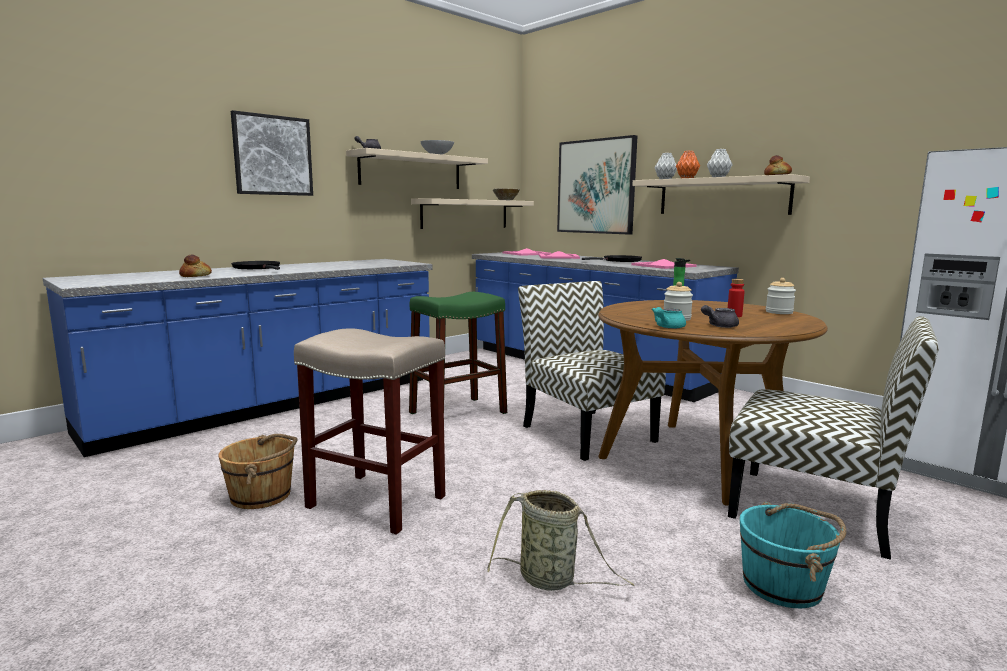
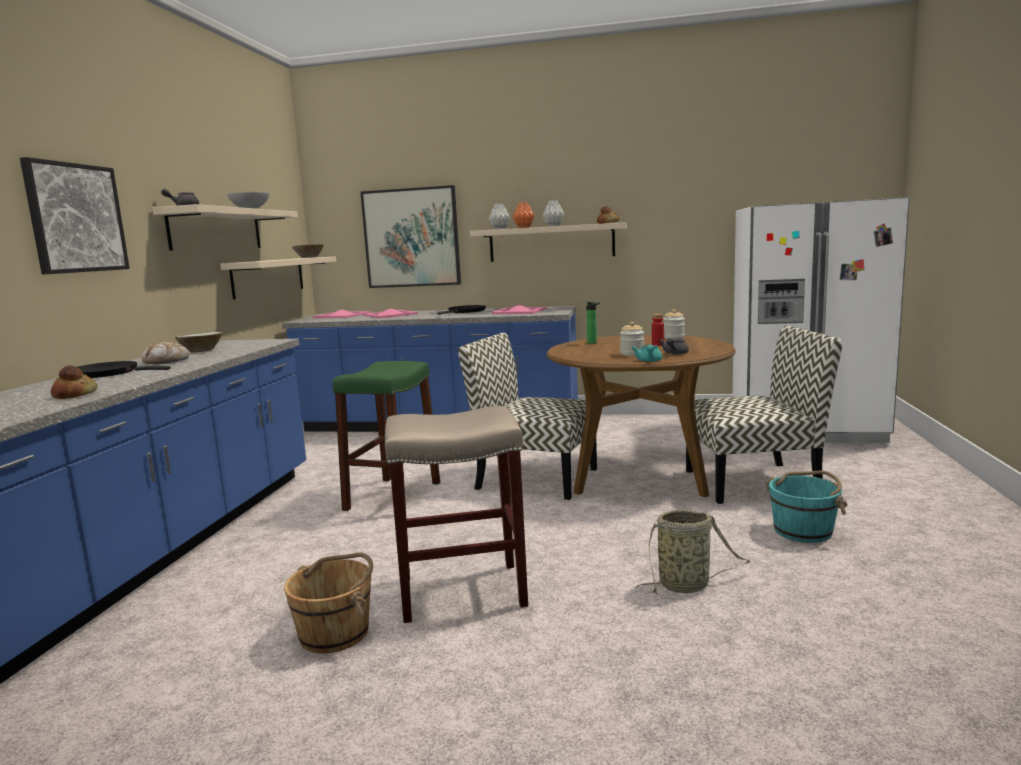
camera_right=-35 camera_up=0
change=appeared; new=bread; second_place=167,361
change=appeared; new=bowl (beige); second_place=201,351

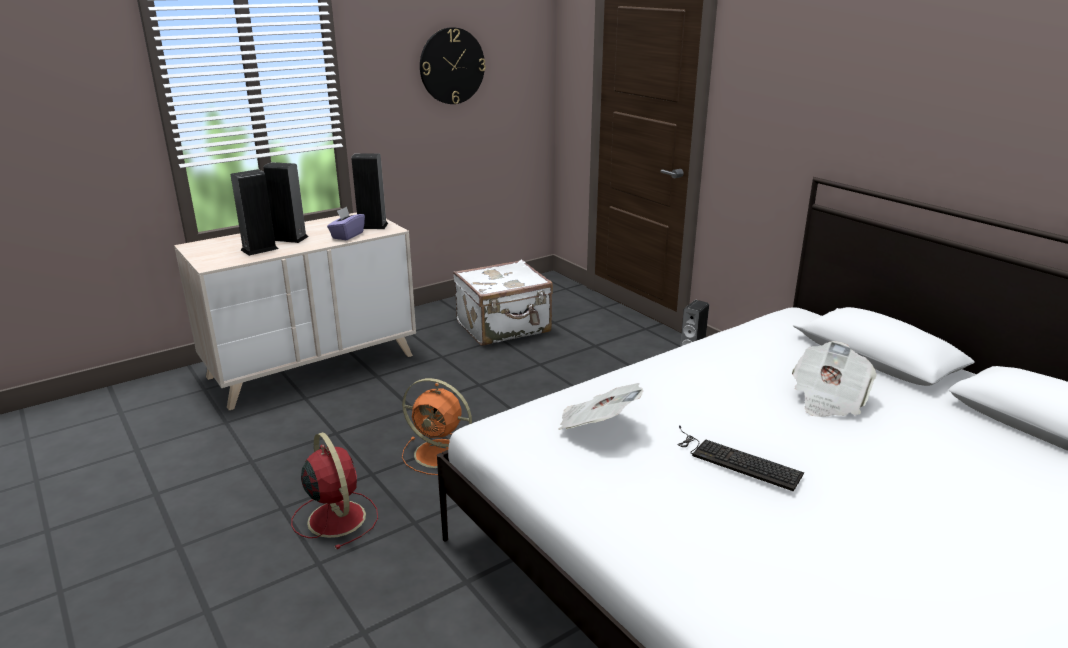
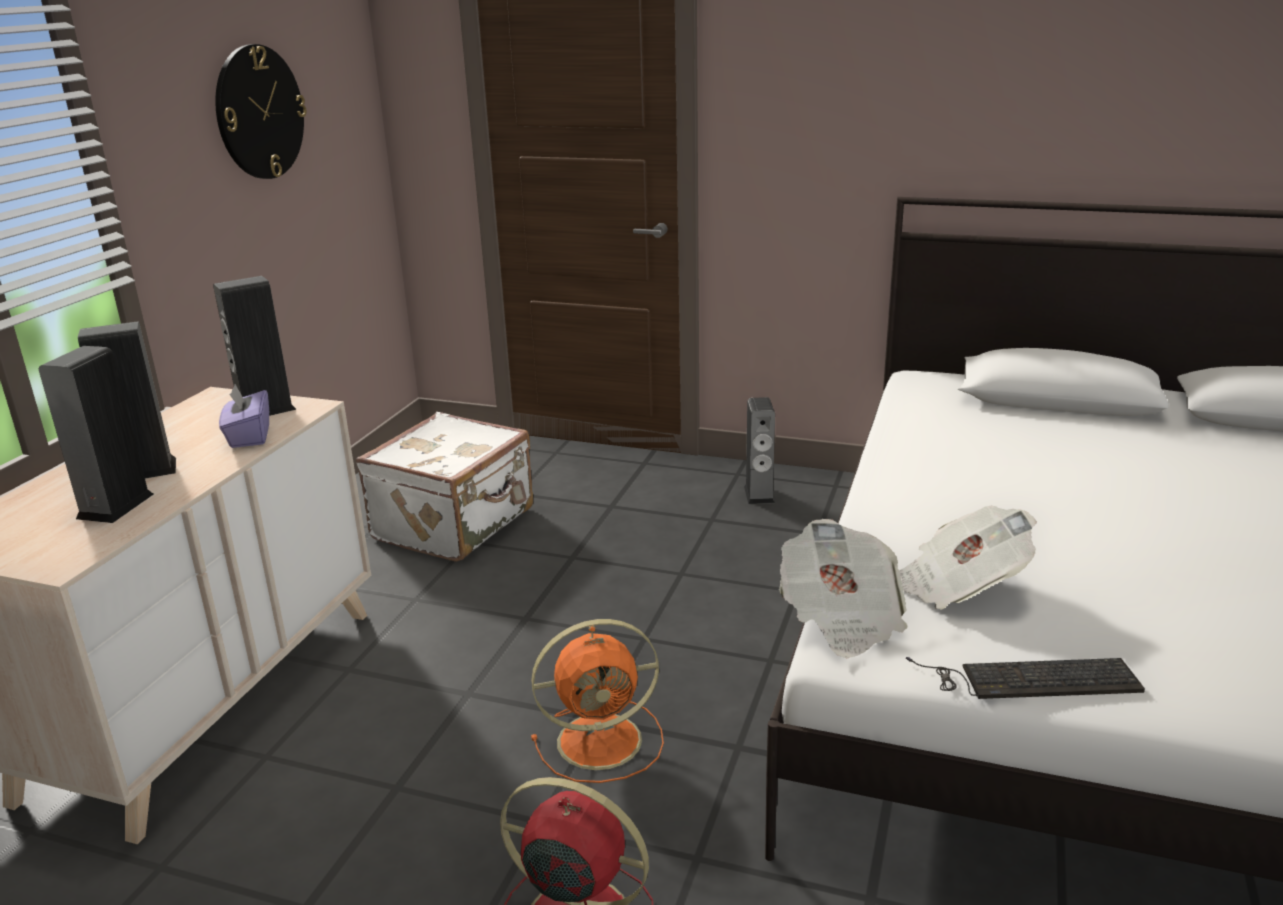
camera_right=-35 camera_up=0
change=relocated; old=newspaper; first_place=828,399; second_place=841,618
change=relocated; old=keyboard; first_place=734,459; second_place=1028,678

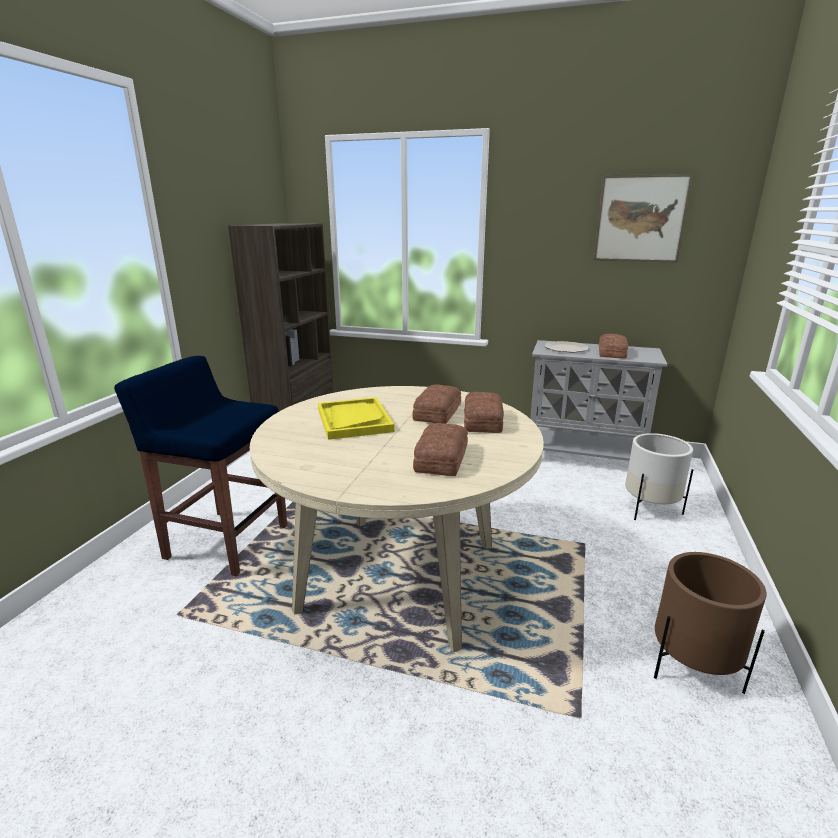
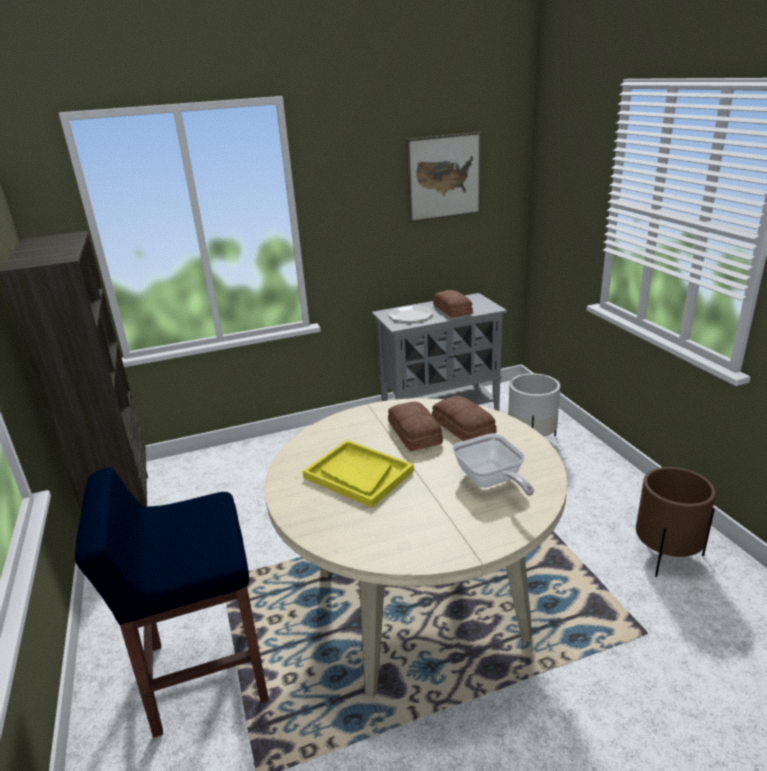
camera_right=-35 camera_up=5
change=exchanged; old=bread; new=frying pan; first_place=440,458; second_place=491,481

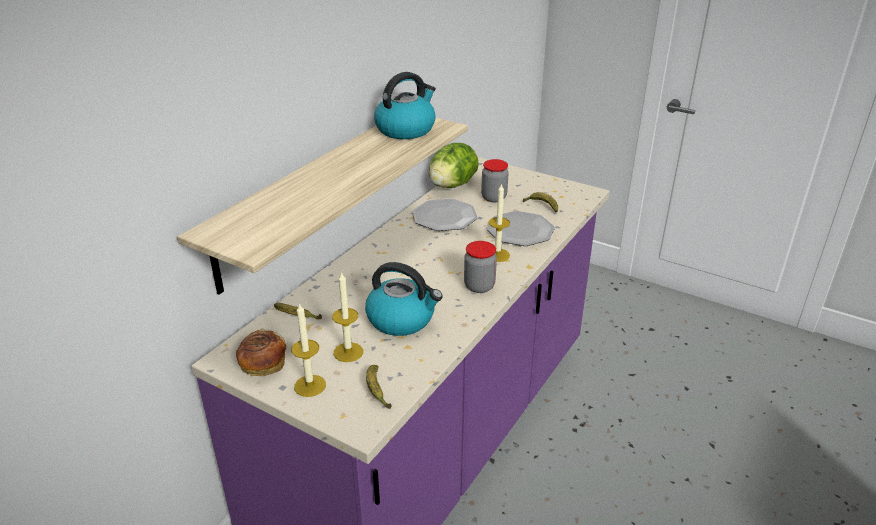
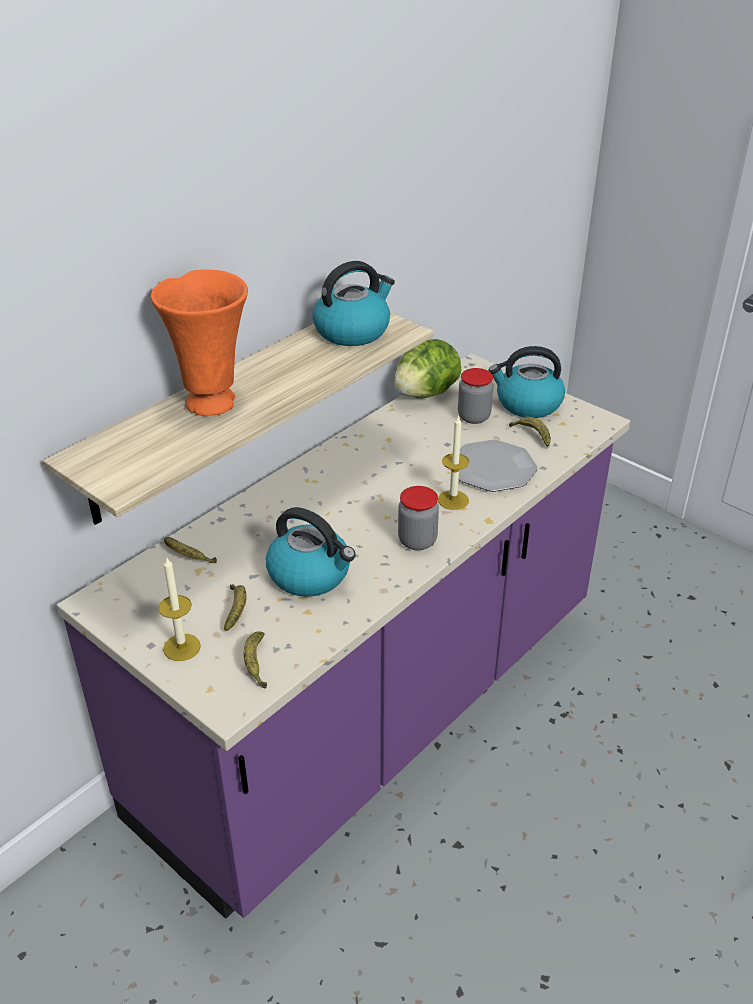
camera_right=10 camera_up=5
change=appeared; new=vase (orange); second_place=212,401
change=exchanged; old=candle; new=banana; first_place=348,352; second_place=236,610
change=appeared; new=kettle; second_place=527,404
change=missing; old=bread; first_place=263,364
change=missing; old=plate; first_place=444,217

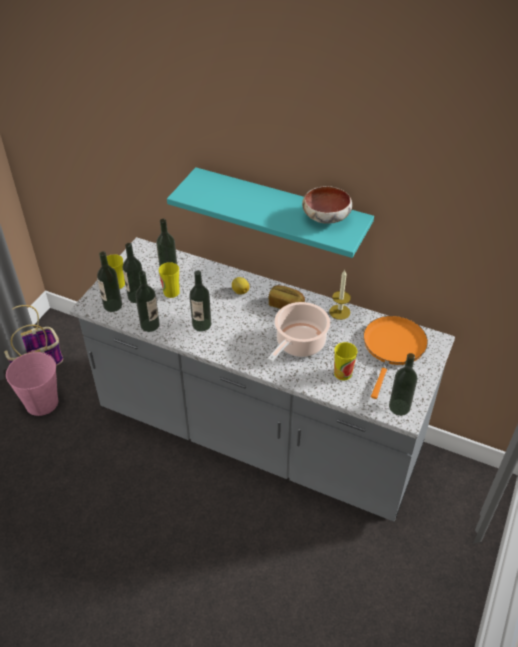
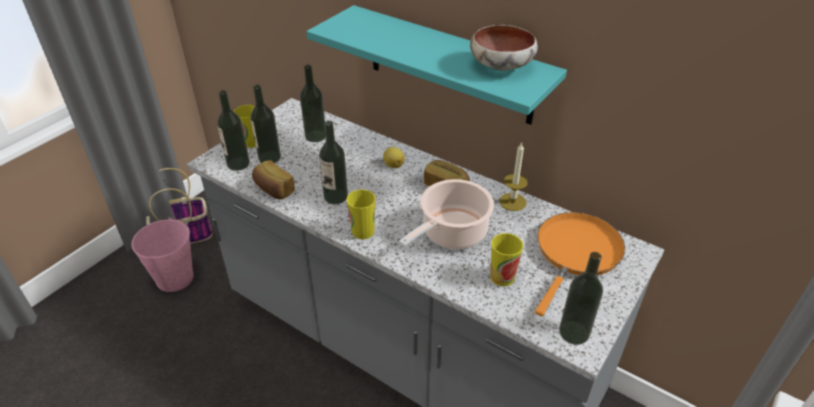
camera_right=10 camera_up=-5
change=exchanged; old=bottle; new=bread; first_place=150,325; second_place=273,189
change=relocated; old=cup; first_place=171,292; second_place=363,231

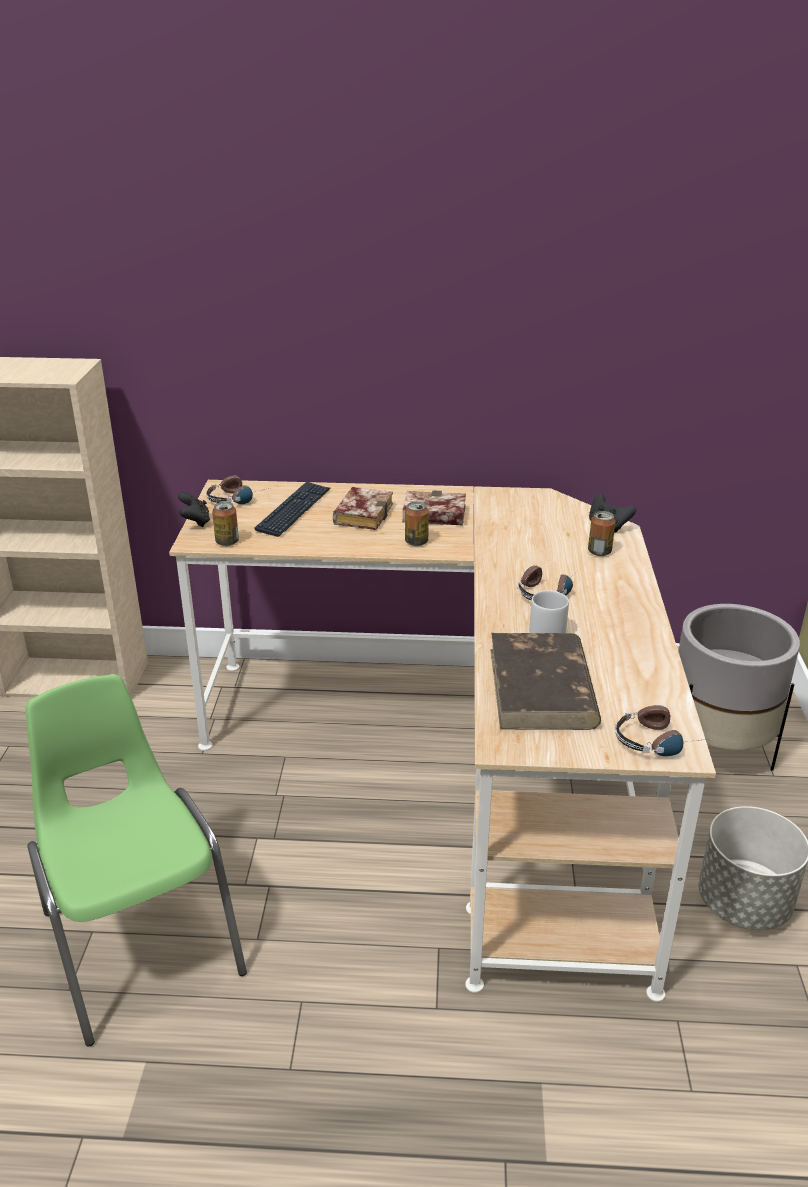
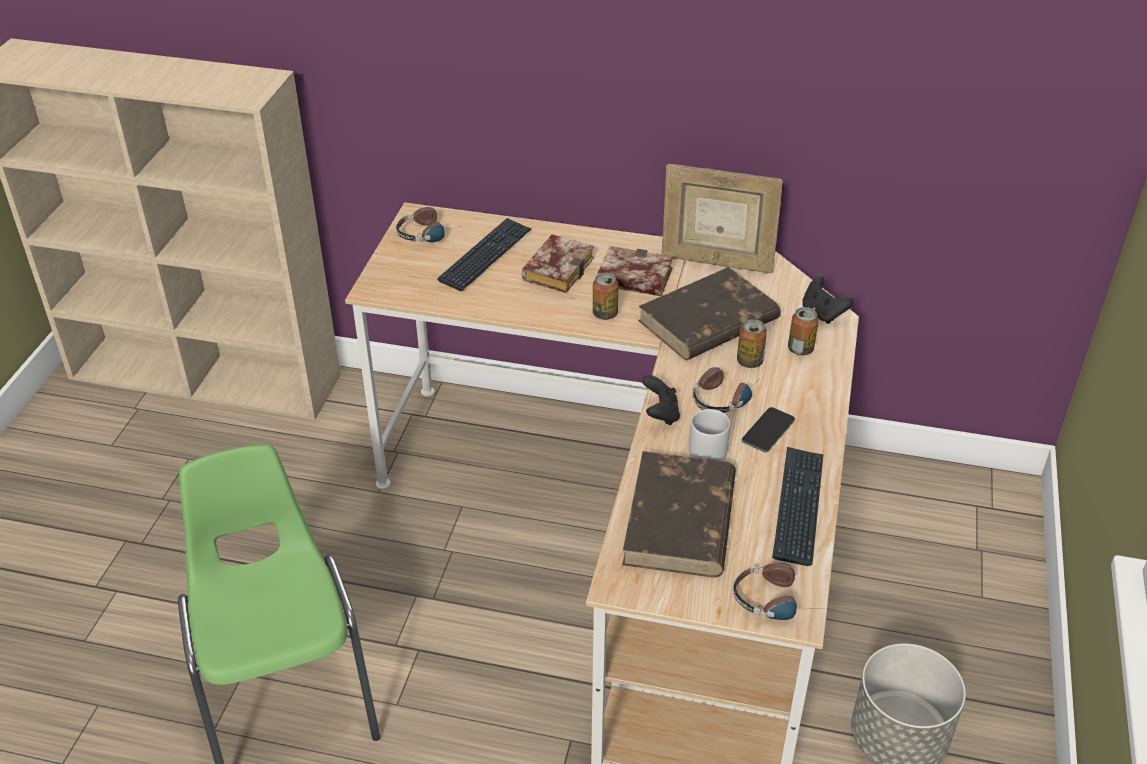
camera_right=10 camera_up=10
change=appeared; new=book (brown); second_place=707,321
change=relocated; old=game controller (black); first_place=195,522; second_place=660,414
change=appeared; new=picture frame; second_place=716,262
change=relocated; old=can; first_place=227,542; second_place=749,361
change=appeared; new=phone; second_place=768,430
change=appeared; new=keyboard; second_place=798,506
change=missing; old=planter (grey); first_place=716,752

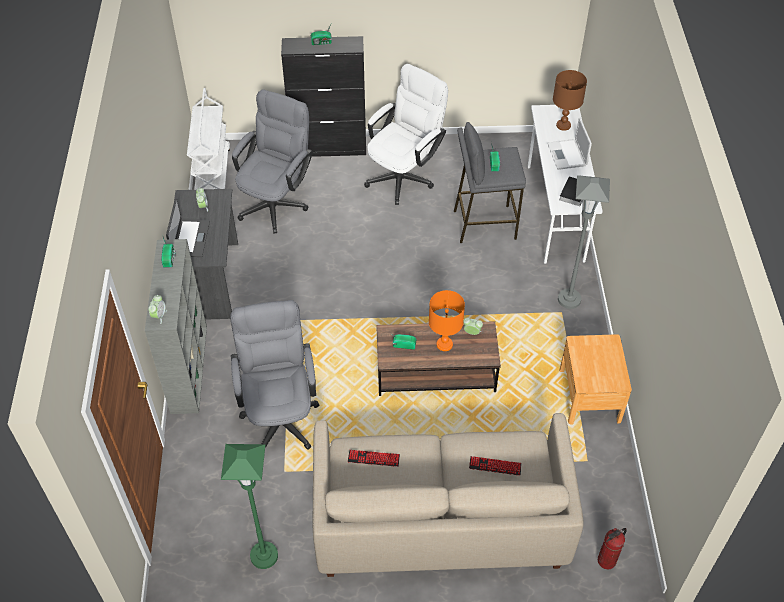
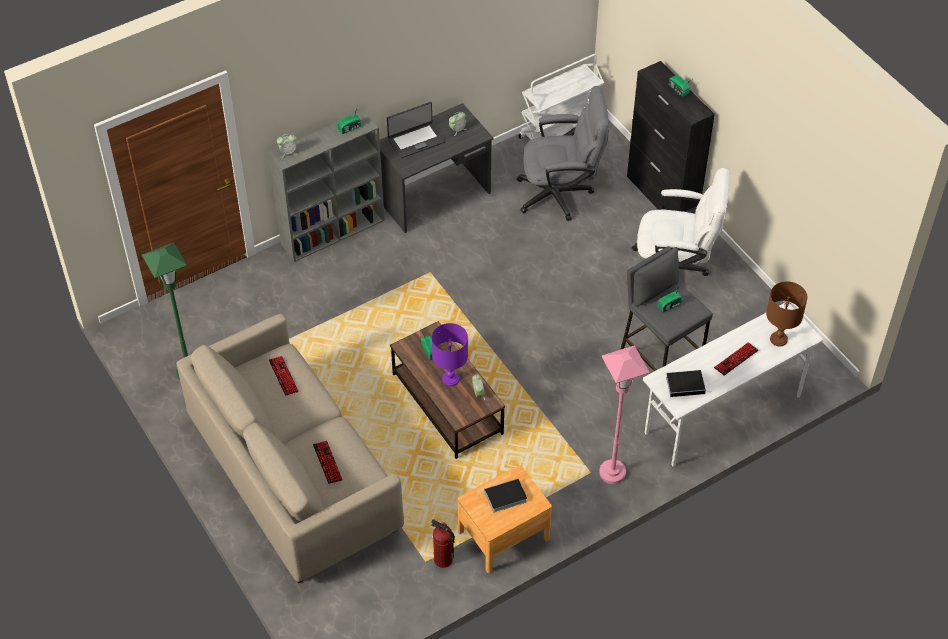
camera_right=60 camera_up=0
change=relocated; old=fire extinguisher; first_place=607,561; second_place=442,560
change=colour; old=table lamp (orange); new=table lamp (purple); first_place=444,344; second_place=450,379
change=appeared; new=book; second_place=504,497
change=colour; old=floor lamp (grey); new=floor lamp (pink); first_place=569,299; second_place=612,473
change=exchanged; old=laptop; new=keyboard; first_place=567,155; second_place=736,359
change=missing; old=office chair (grey); first_place=280,414

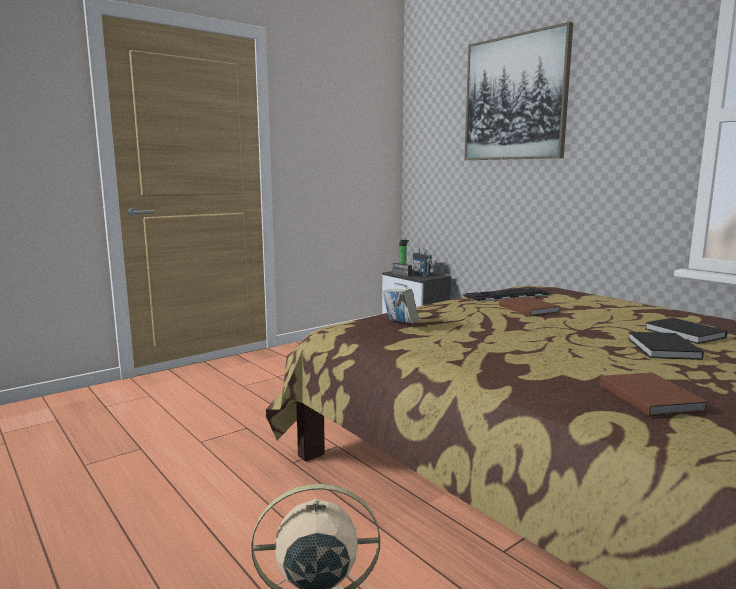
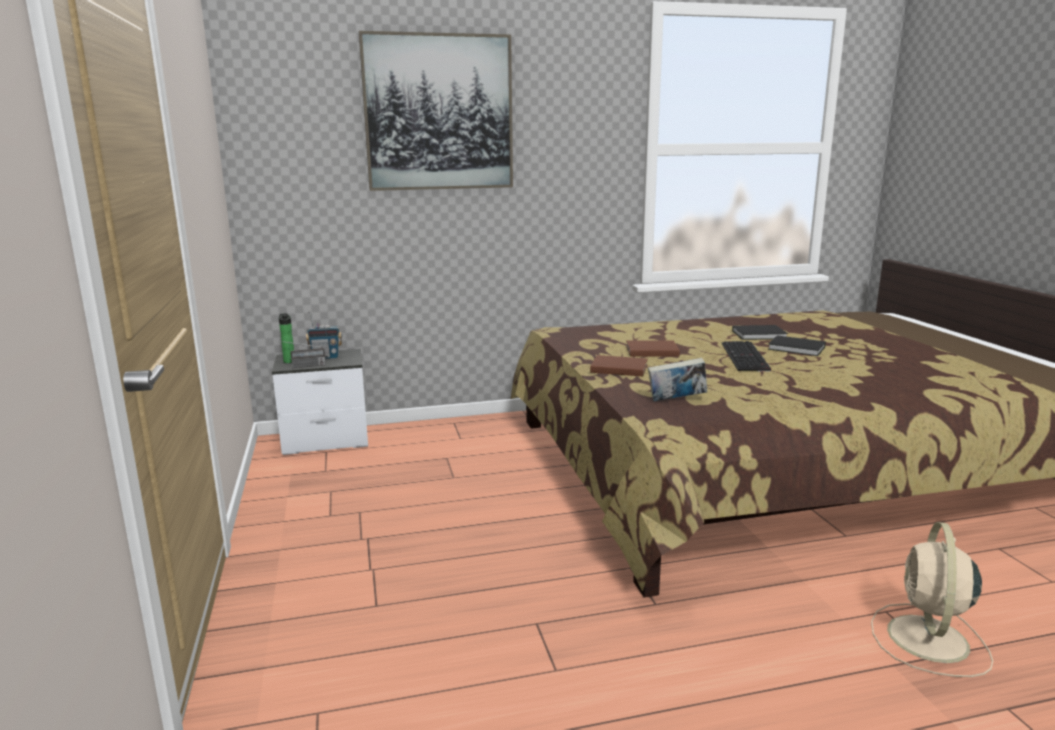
camera_right=-65 camera_up=5
change=relocated; old=book (brown); first_place=649,396; second_place=617,368
change=relocated; old=keyboard; first_place=506,296; second_place=746,357

